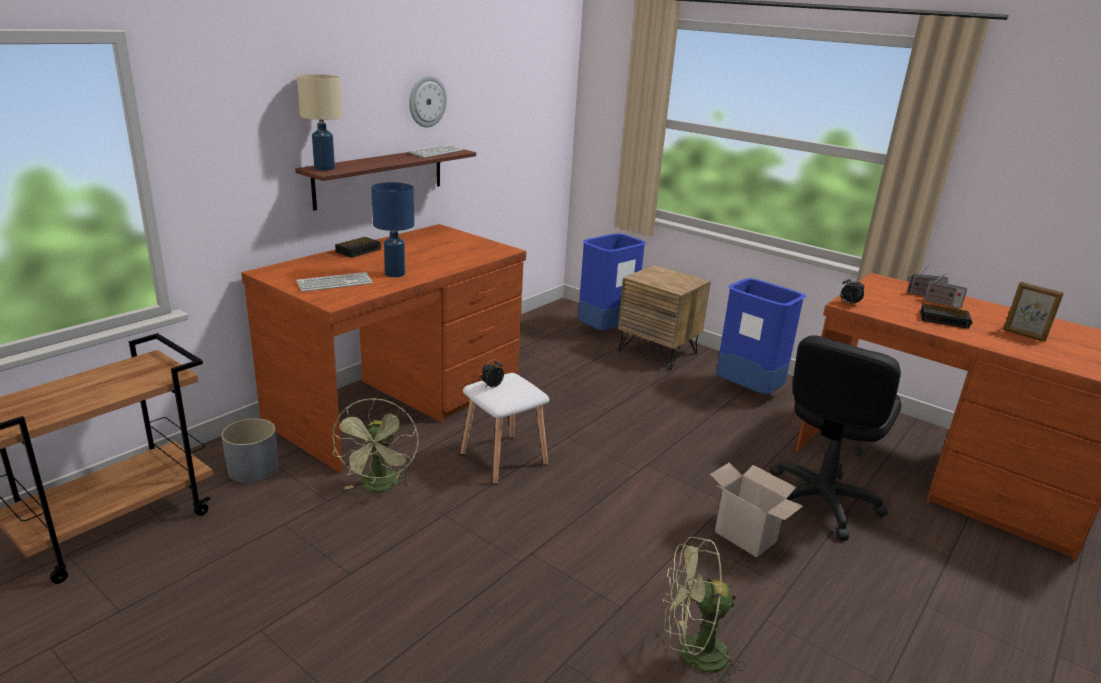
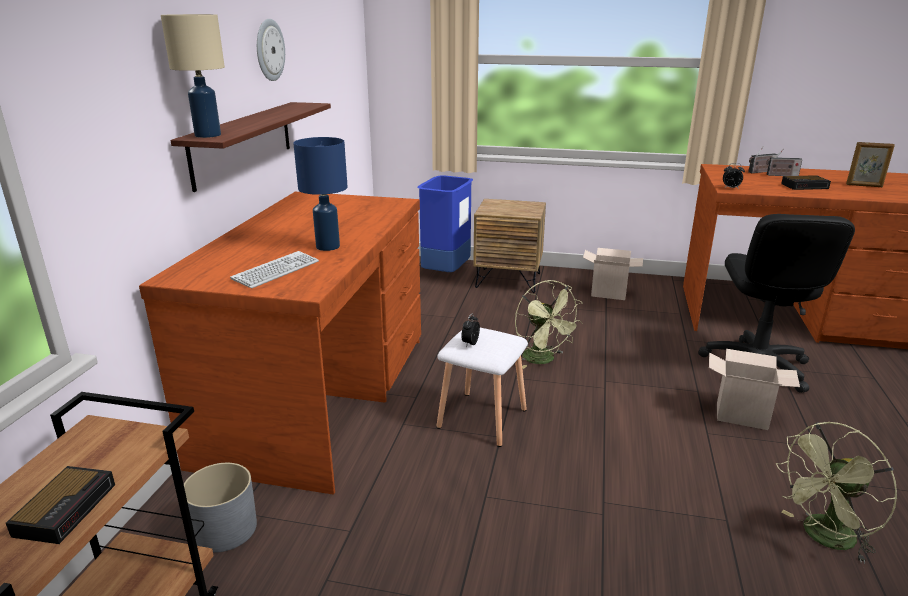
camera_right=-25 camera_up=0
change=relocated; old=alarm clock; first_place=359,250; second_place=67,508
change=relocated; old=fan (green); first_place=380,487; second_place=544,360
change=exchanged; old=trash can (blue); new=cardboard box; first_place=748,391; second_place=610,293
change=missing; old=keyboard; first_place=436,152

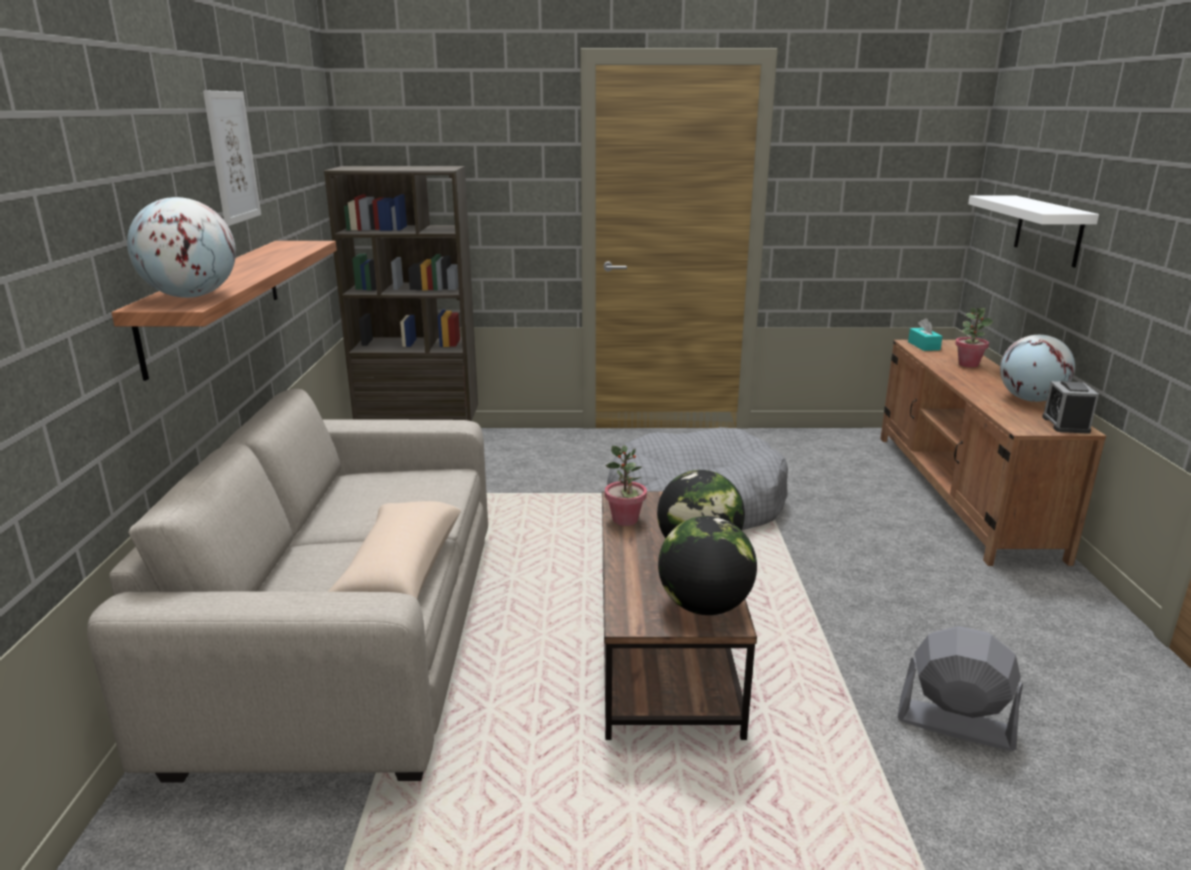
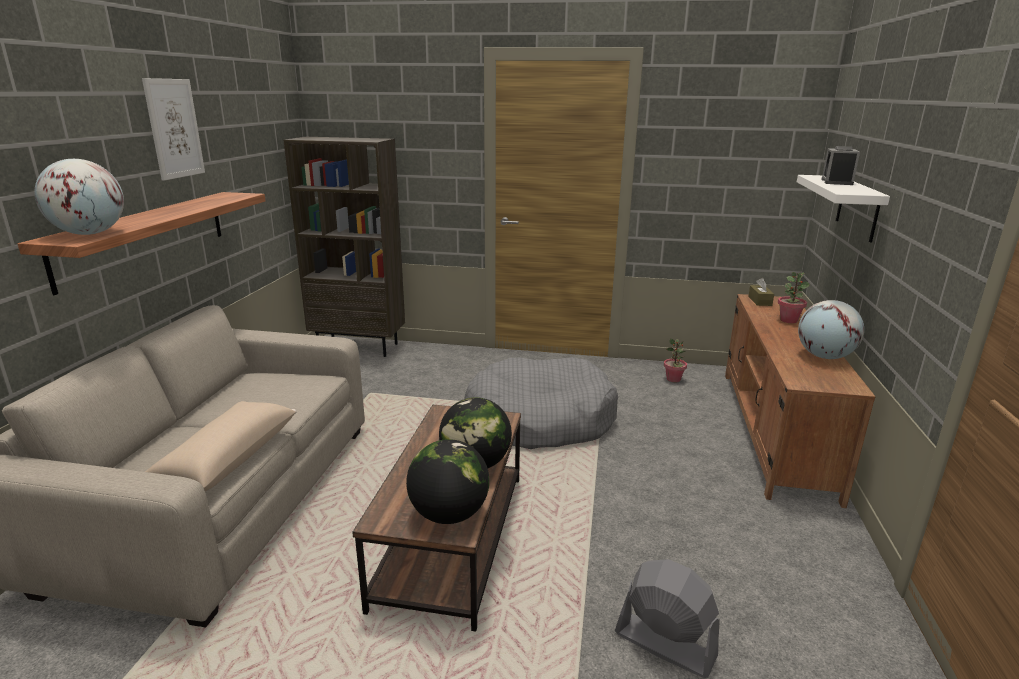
camera_right=10 camera_up=0
change=relocated; old=potted plant; first_place=625,520; second_place=673,379
change=colour; old=tissue box (turquoise); new=tissue box (brown); first_place=923,346; second_place=760,301
change=relocated; old=alarm clock; first_place=1065,424; second_place=836,182

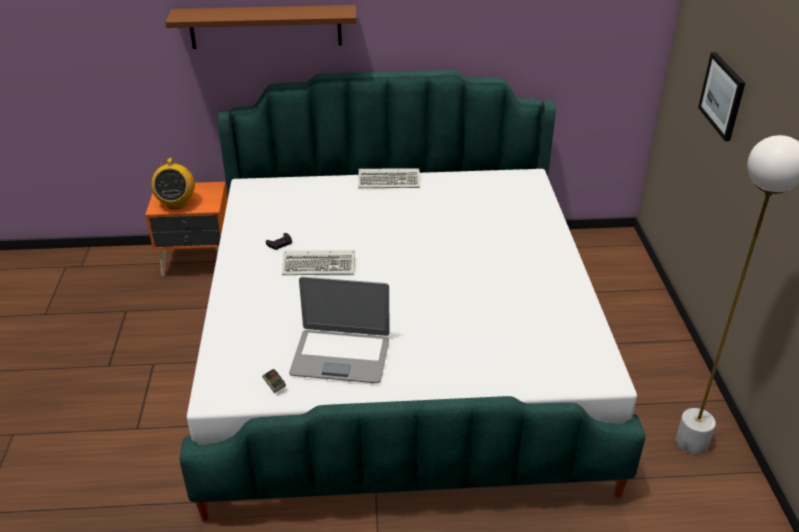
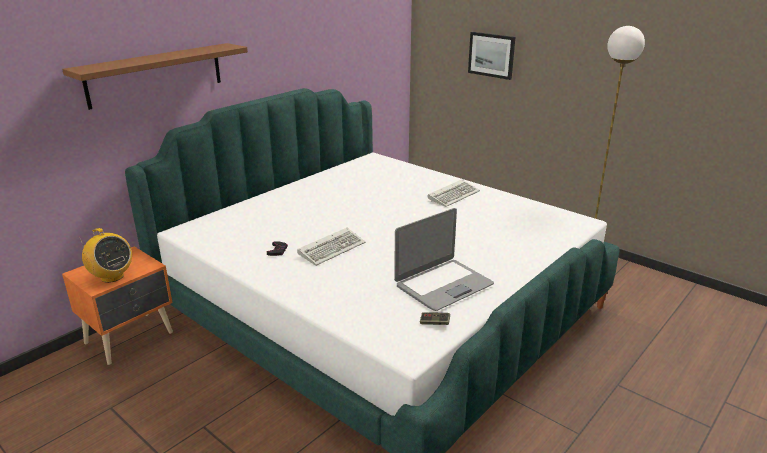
camera_right=-45 camera_up=-10
change=relocated; old=keyboard; first_place=390,181; second_place=454,195

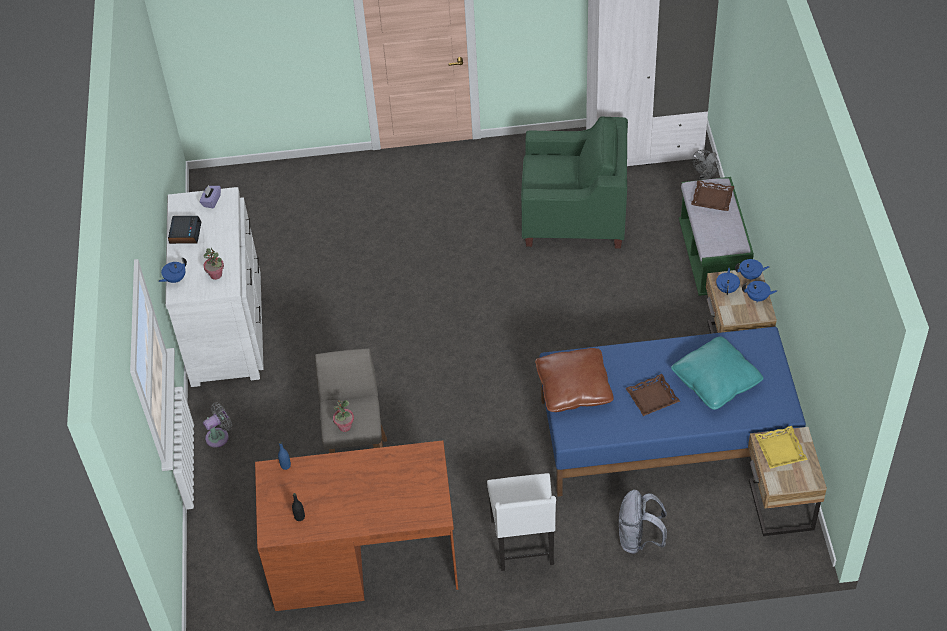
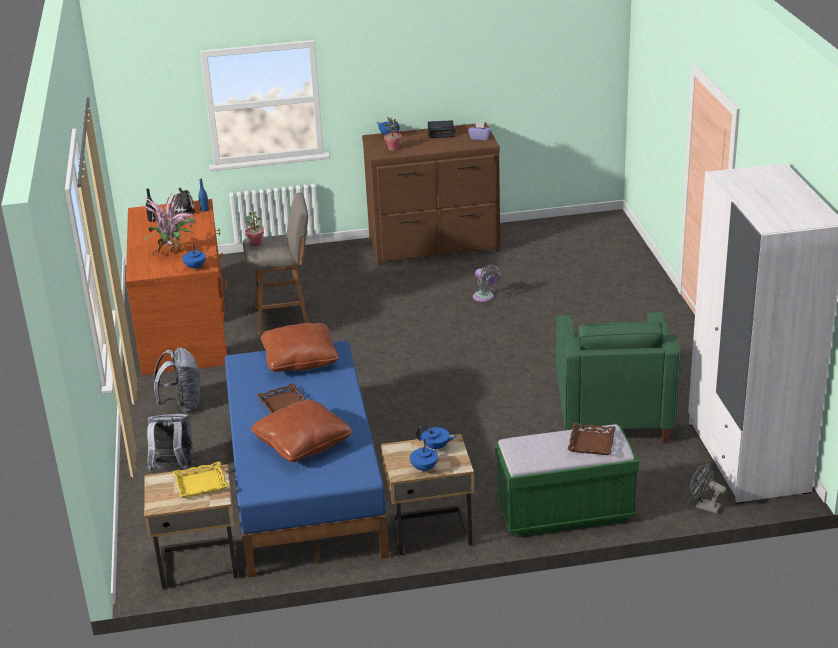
camera_right=85 camera_up=-20
change=appeared; new=potted plant; second_place=173,252
change=exchanged; old=chair (white); new=backpack (grey); first_place=524,544; second_place=182,405
change=appeared; new=plush toy; second_place=180,211
change=relocated; old=teapot (blue); first_place=750,276; second_place=195,267
change=colour; old=pillow (turquoise); new=pillow (brown); first_place=716,381; second_place=302,443
change=colour; old=dresser (white); new=dresser (brown); first_place=227,327; second_place=435,246
change=relocated; old=fan (grey); first_place=219,436; second_place=485,297

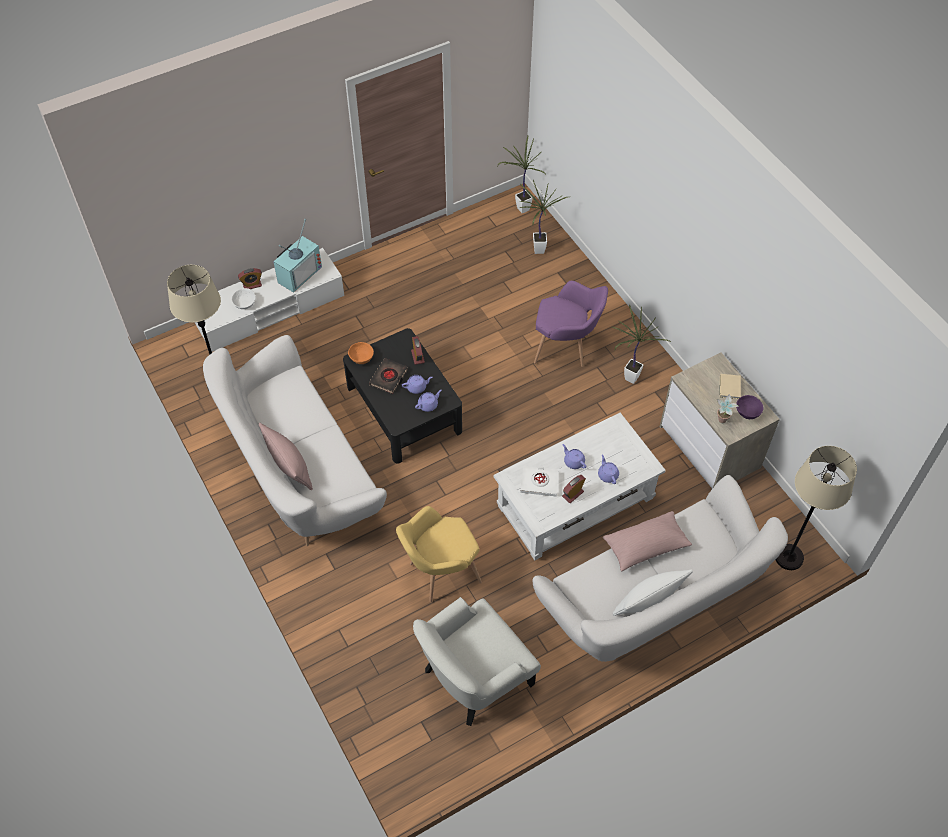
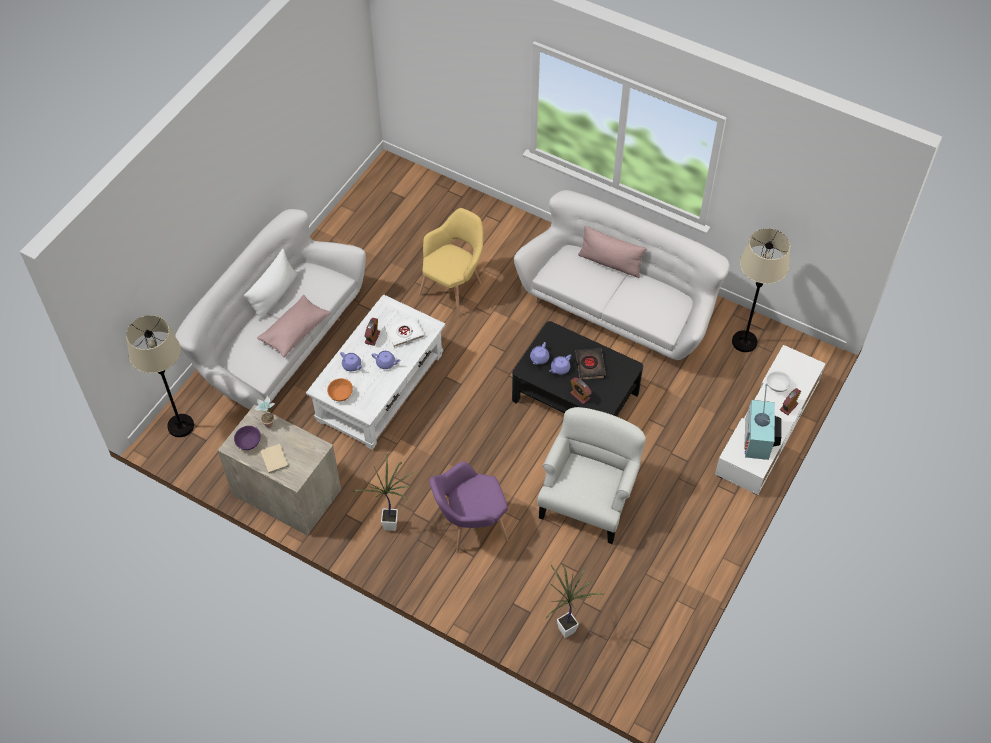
camera_right=150 camera_up=0
change=relocated; old=bowl (orange); first_place=361,358; second_place=340,394
change=relocated; old=armchair (white); first_place=474,677; second_place=588,499
change=missing; old=potted plant; first_place=520,209

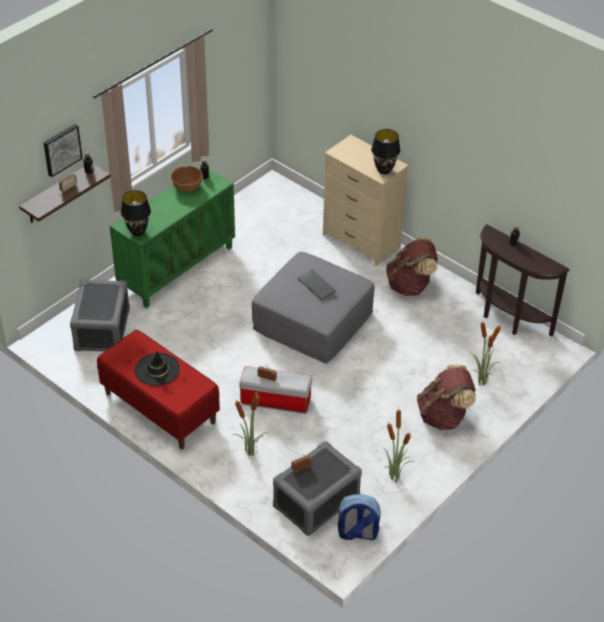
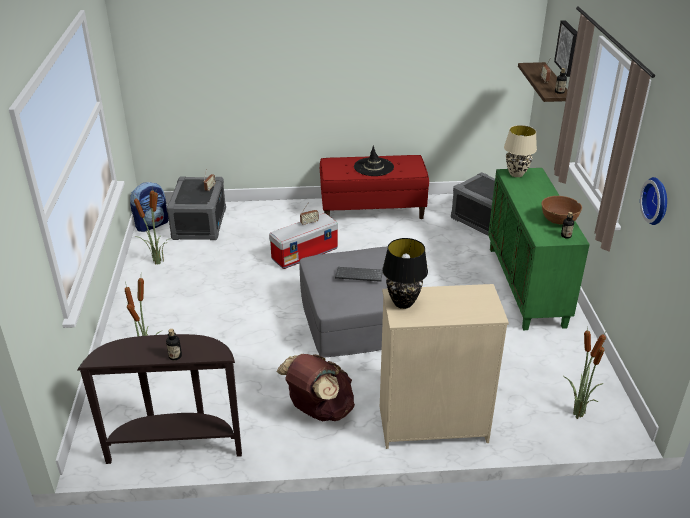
camera_right=135 camera_up=-10
change=colour; old=table lamp (black); new=table lamp (beige); first_place=138,232; second_place=516,174
change=relocated; old=potted plant; first_place=251,453; second_place=577,413
change=appeared; new=wall clock; second_place=657,201
change=missing; old=backpack (brown); first_place=443,416

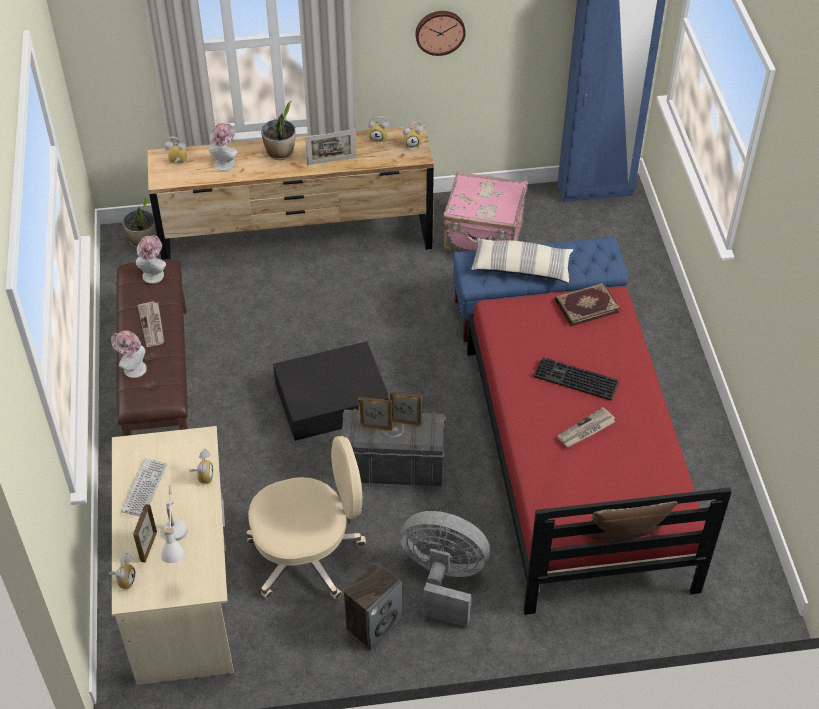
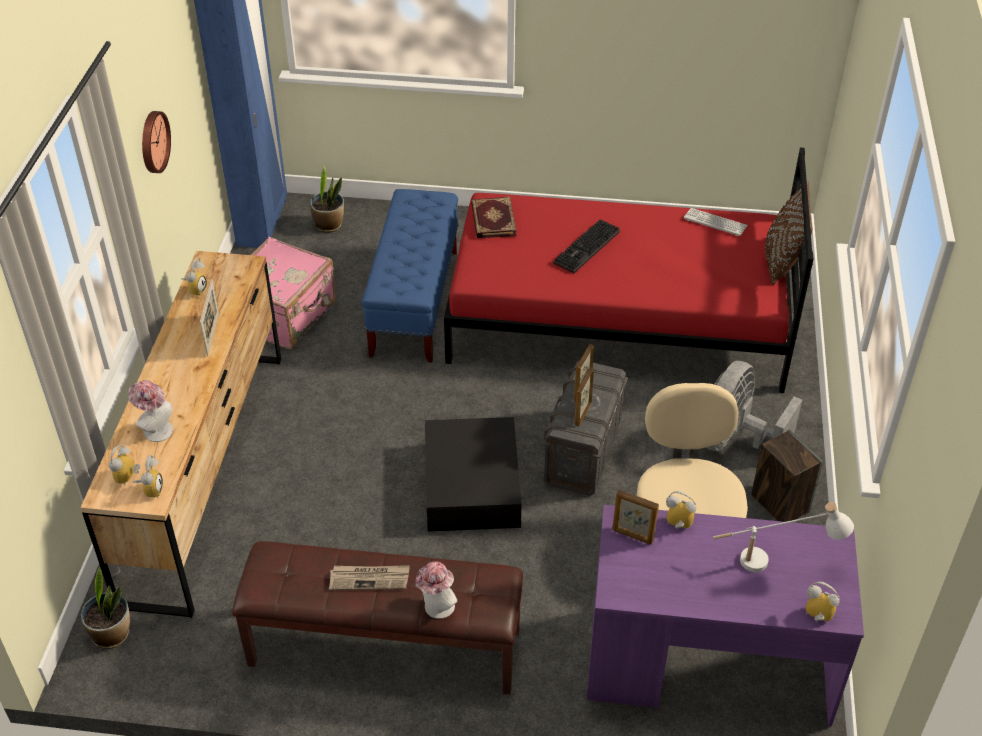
camera_right=-75 camera_up=-5
change=relocated; old=alarm clock; first_place=412,143; second_place=150,489
change=relocated; old=potted plant; first_place=280,152; second_place=329,225
change=colour; old=desk (beige); new=desk (purple); first_place=182,590; second_place=707,664
change=relocated; old=picture frame; first_place=148,547; second_place=632,536
change=relocated; old=keyboard; first_place=145,488; second_place=715,222
change=missing; old=hat; first_place=154,273
change=missing; old=pillow; first_place=521,268
change=missing; old=newspaper; first_place=586,430

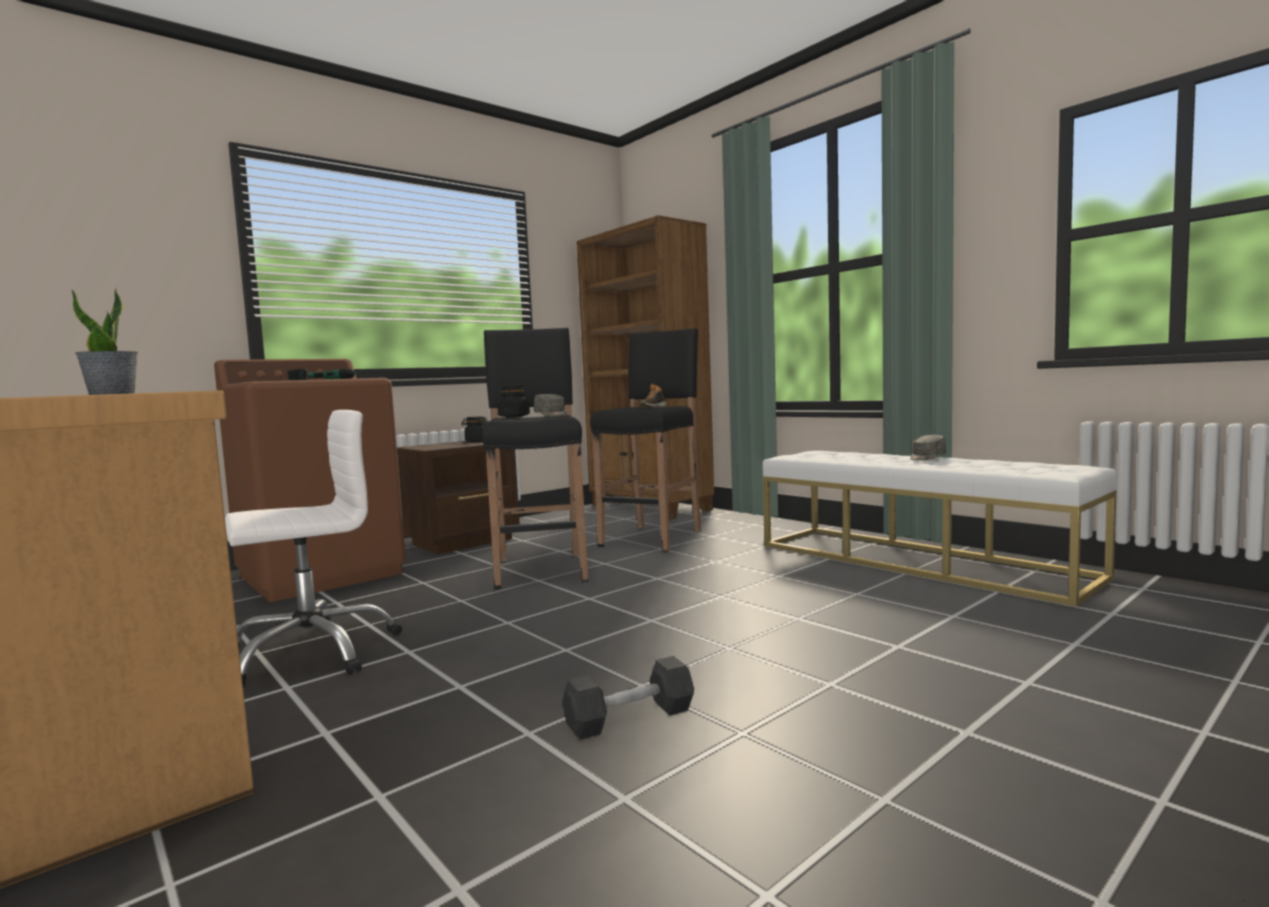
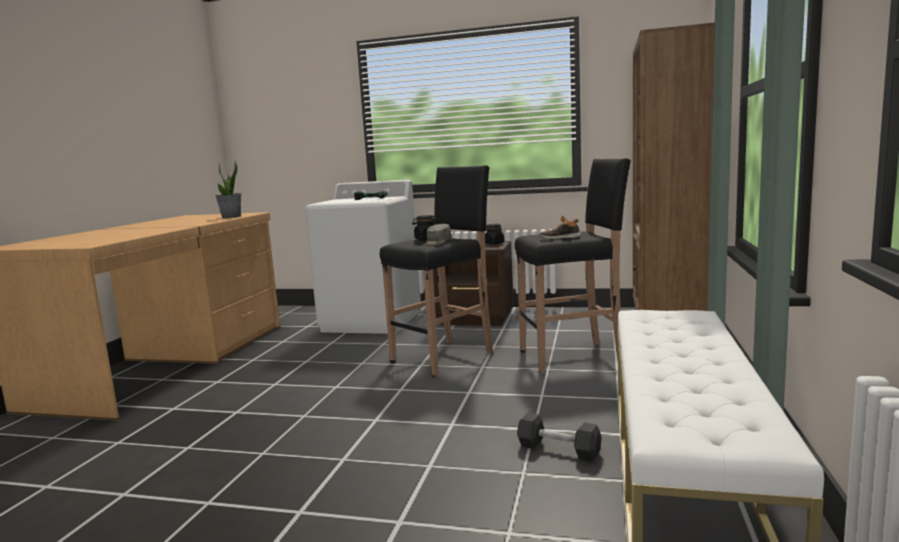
camera_right=55 camera_up=5
change=colour; old=washing machine (brown); new=washing machine (white); first_place=322,574; second_place=372,321
change=relocated; old=dumbbell (grey); first_place=630,718; second_place=558,449
change=missing; old=office chair (white); first_place=311,652
change=missing; old=cap (grey); first_place=926,458

